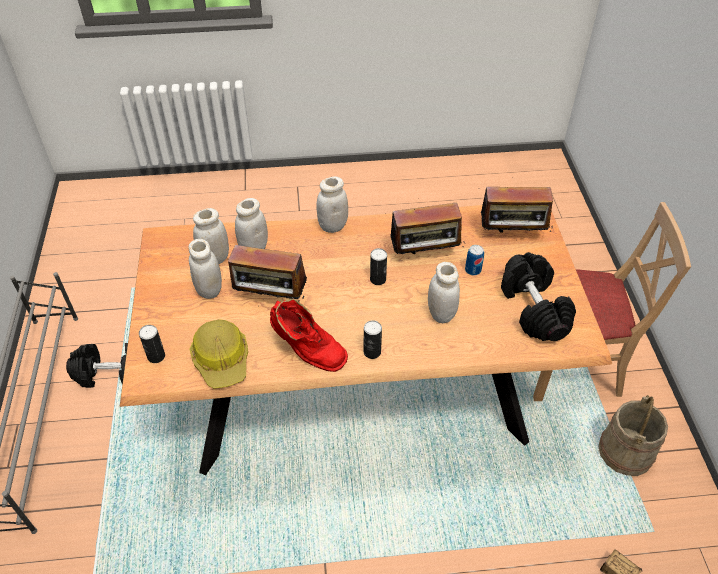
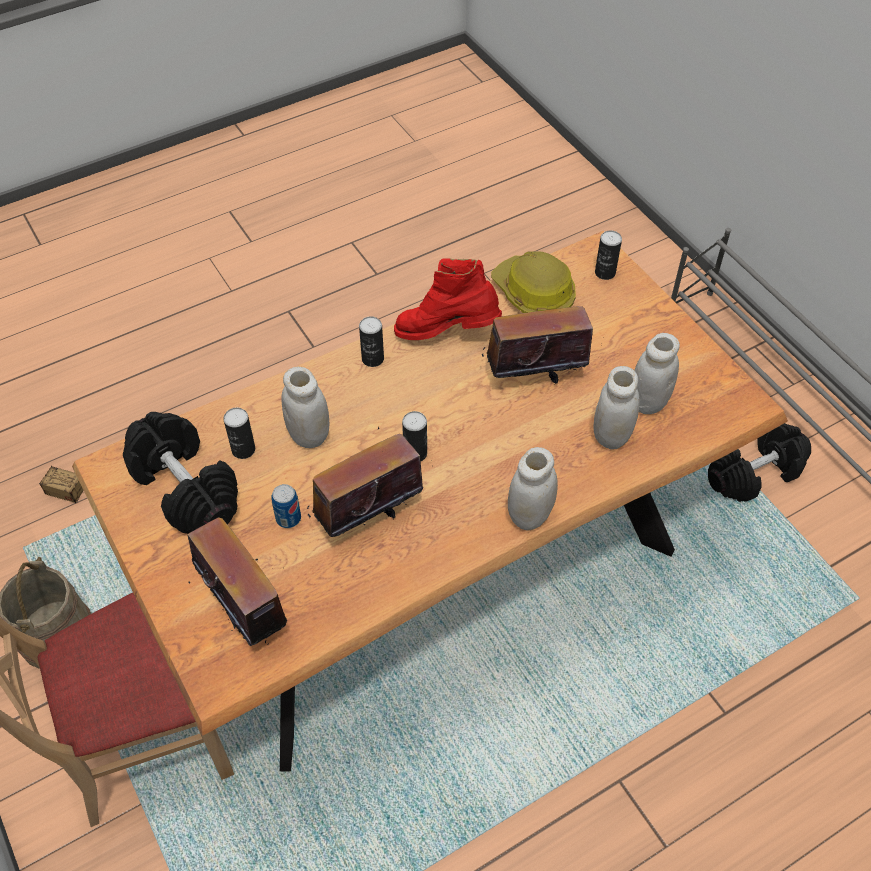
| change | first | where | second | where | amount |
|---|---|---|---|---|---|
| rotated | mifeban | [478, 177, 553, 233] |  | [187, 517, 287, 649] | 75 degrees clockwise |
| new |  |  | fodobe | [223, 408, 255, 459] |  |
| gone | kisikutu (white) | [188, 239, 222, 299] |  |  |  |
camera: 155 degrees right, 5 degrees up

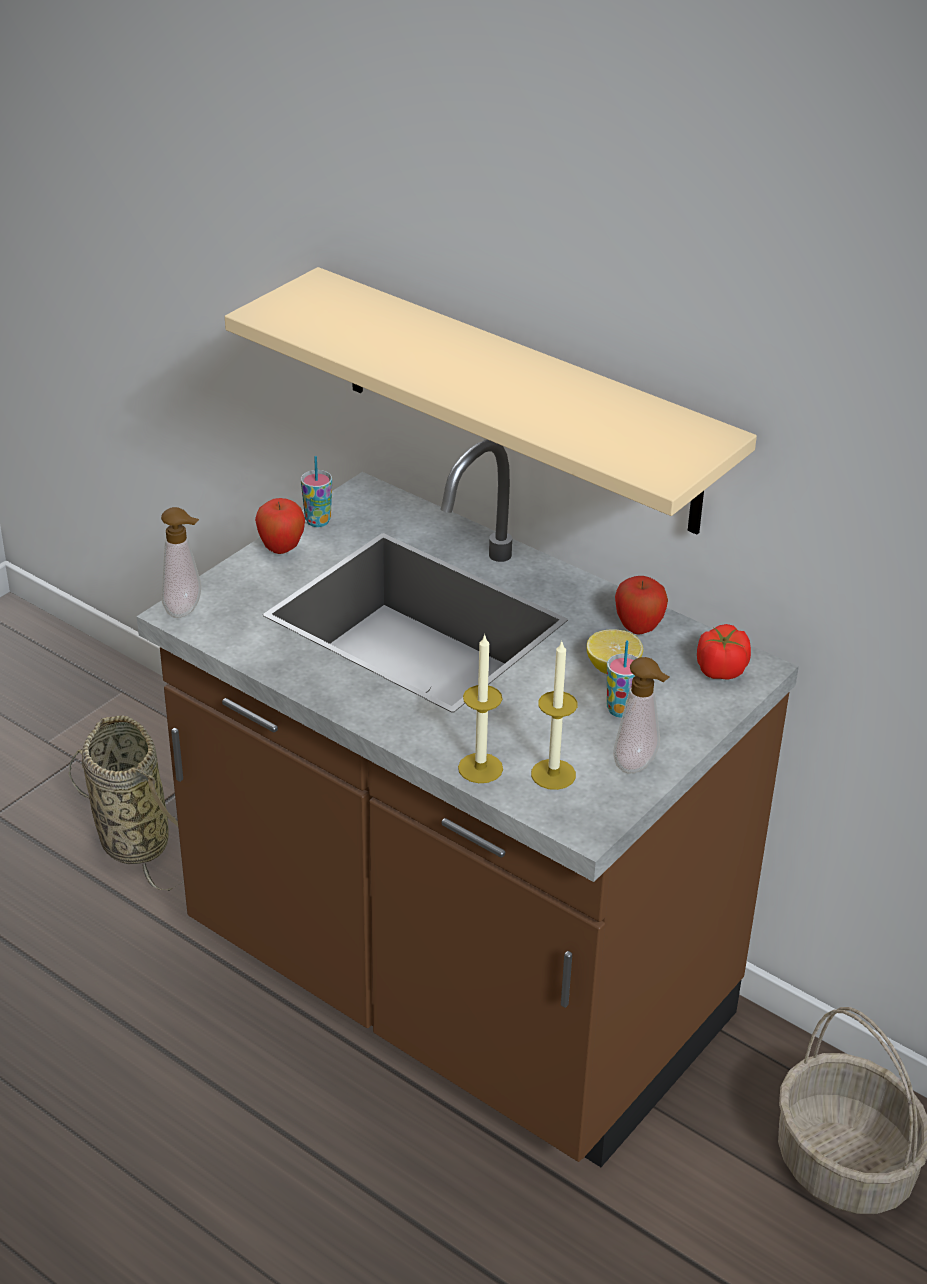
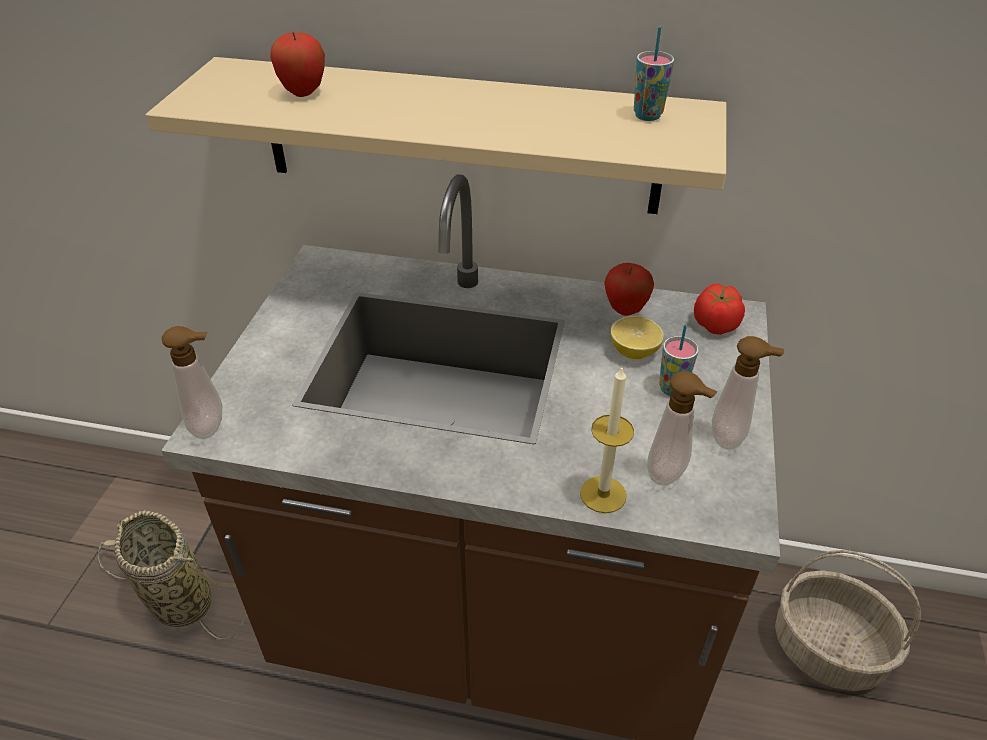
| change | first | where | second | where | amount |
|---|---|---|---|---|---|
| shifted | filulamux | [255, 498, 305, 554] |  | [270, 32, 325, 97] |  |
| shifted | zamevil | [301, 456, 332, 527] |  | [634, 27, 674, 121] |  |
| swapped | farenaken | [531, 642, 577, 790] | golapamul | [647, 371, 718, 486] |  |
camera: 25 degrees left, 5 degrees up

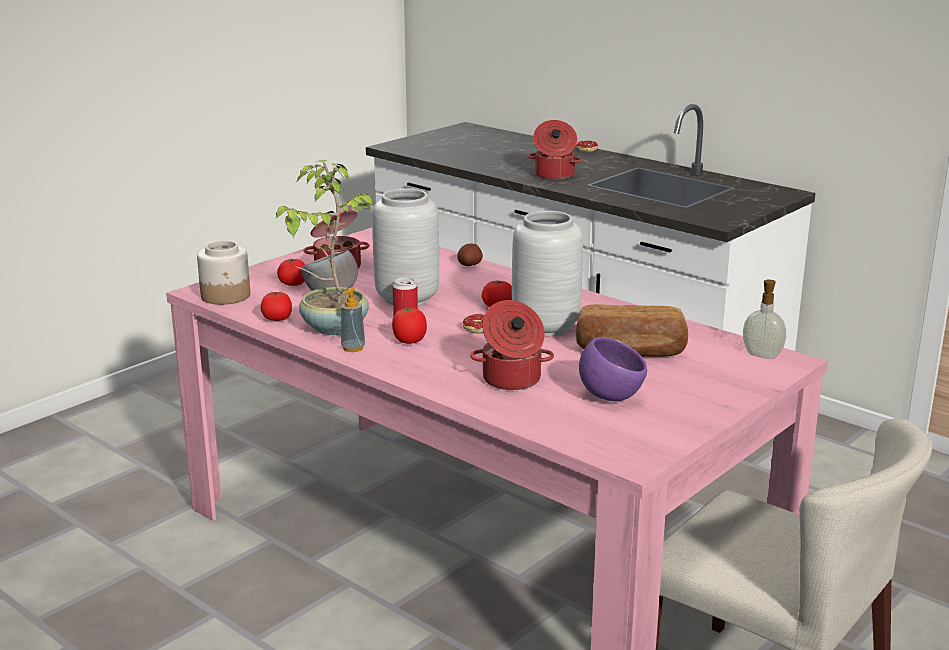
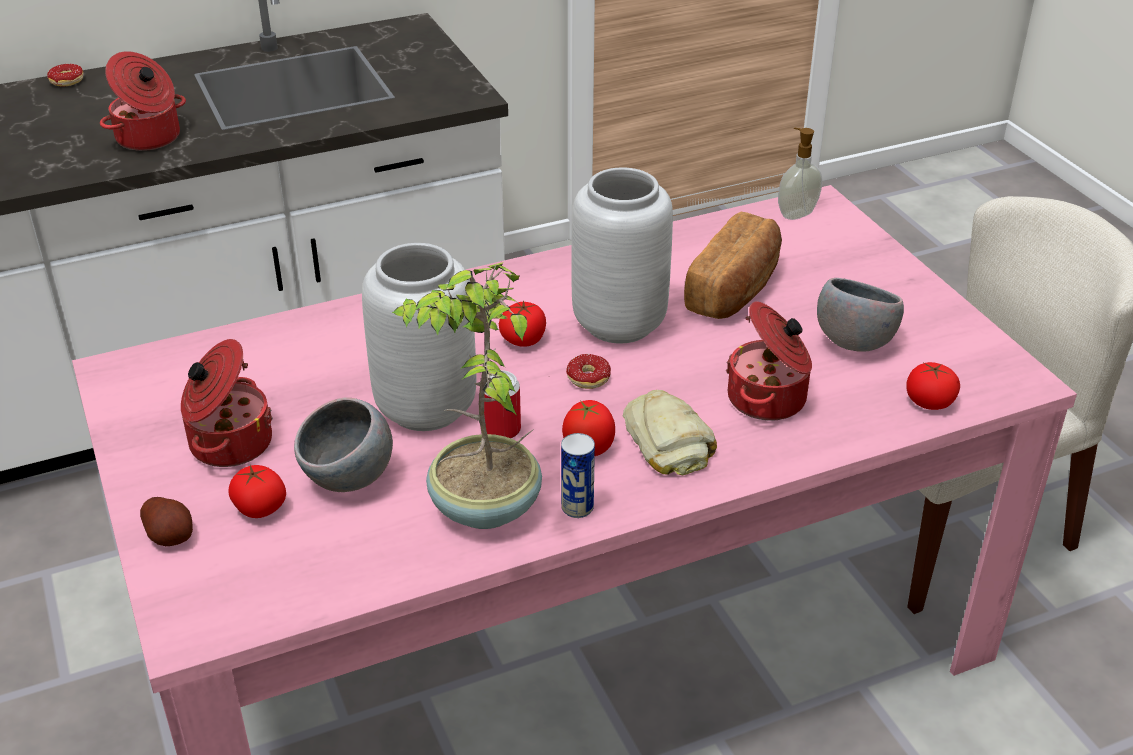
| change | first | where | second | where | amount |
|---|---|---|---|---|---|
| shifted | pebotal | [457, 243, 483, 266] |  | [140, 497, 193, 546] |  |
| swapped | golapamul | [341, 287, 365, 352] | fodobe | [561, 433, 595, 518] |  |
| new |  |  | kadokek | [623, 390, 717, 475] |  |
| repainted | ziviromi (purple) | [579, 337, 647, 401] | ziviromi (grey) | [817, 278, 904, 352] |  |
| shifted | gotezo | [261, 291, 292, 321] |  | [906, 362, 960, 410] |  |
| gone | kisikutu | [197, 241, 250, 305] |  |  |  |
camera: 65 degrees left, 15 degrees up

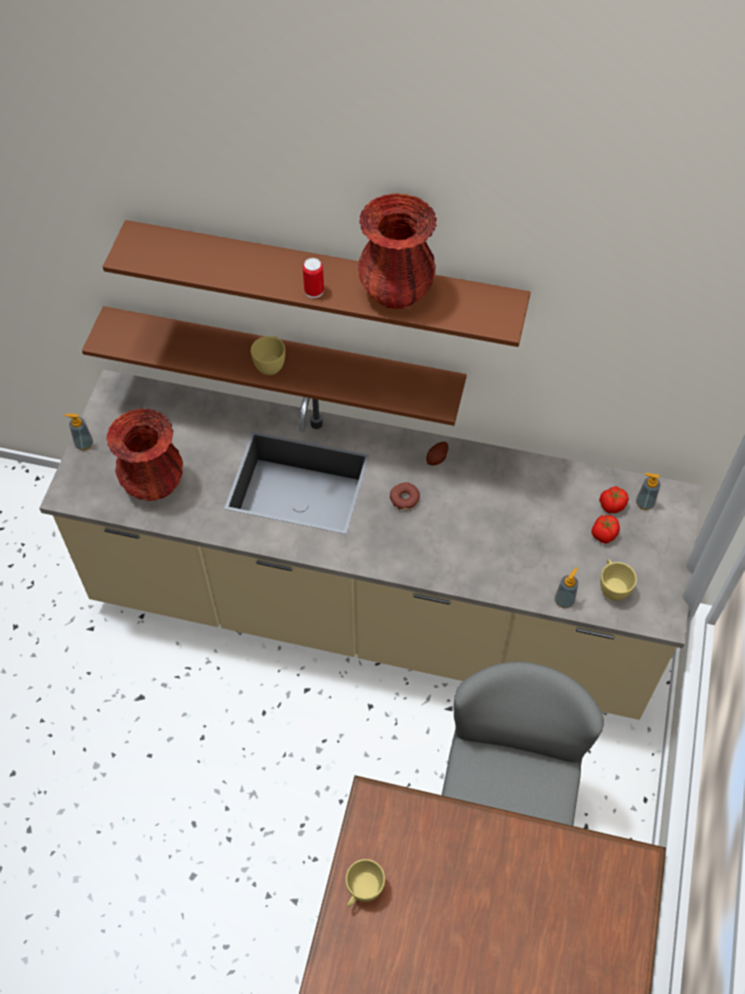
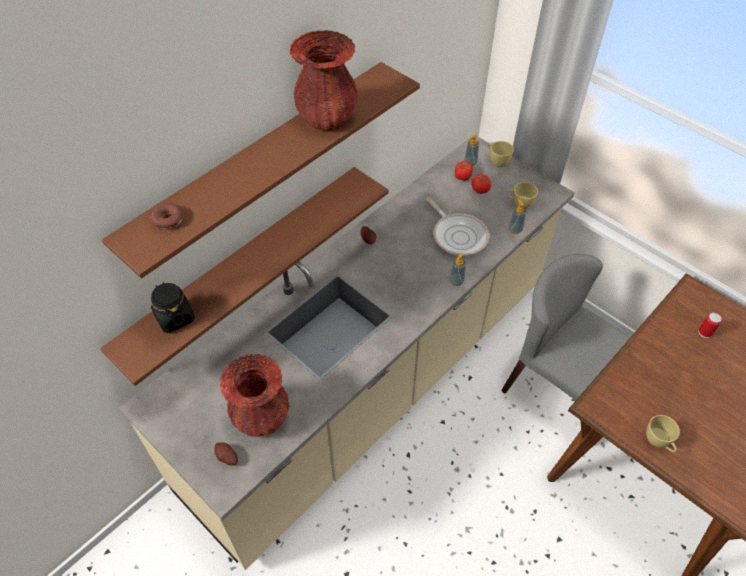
| change | first | where | second | where | amount |
|---|---|---|---|---|---|
| shifted | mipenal | [390, 482, 420, 510] |  | [151, 203, 184, 229] |  |
| new |  |  | kisikutu (black) | [151, 282, 195, 333] |  |
| new |  |  | pebotal | [214, 442, 238, 465] |  |
| new |  |  | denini | [426, 198, 489, 256] |  |
| shifted | golapamul | [64, 414, 93, 450] |  | [449, 253, 466, 286] |  |
| shifted | zamevil (yellow) | [251, 336, 285, 375] |  | [488, 141, 514, 167] |  |
| shifted | fodobe | [303, 258, 324, 298] |  | [698, 313, 722, 338] |  |
camera: 60 degrees left, 5 degrees down

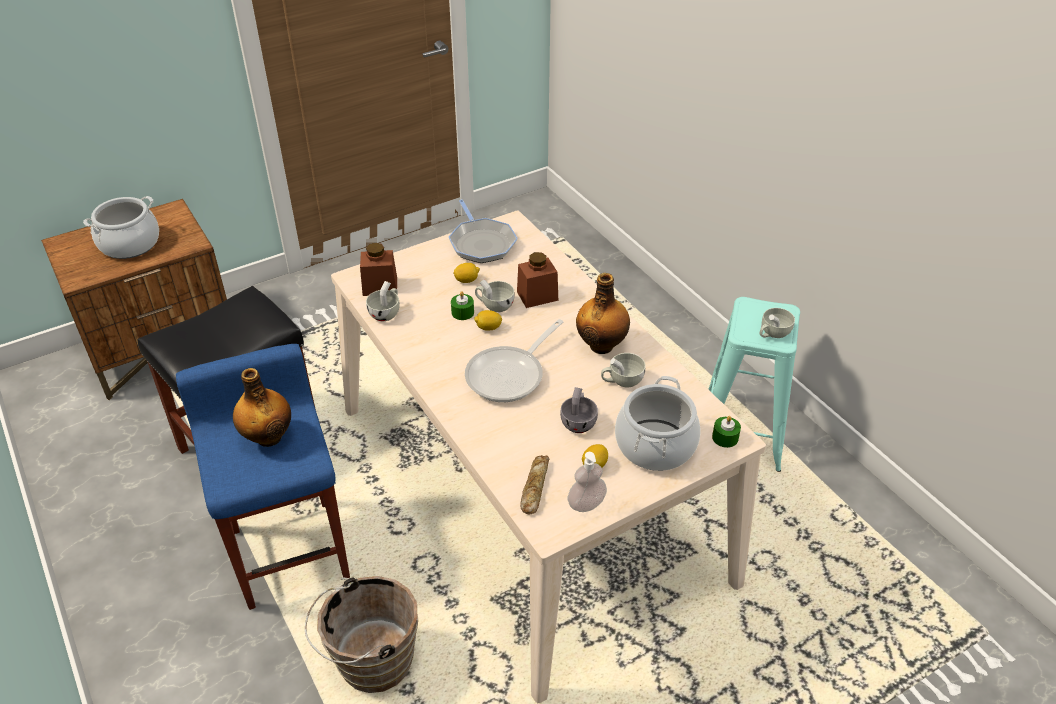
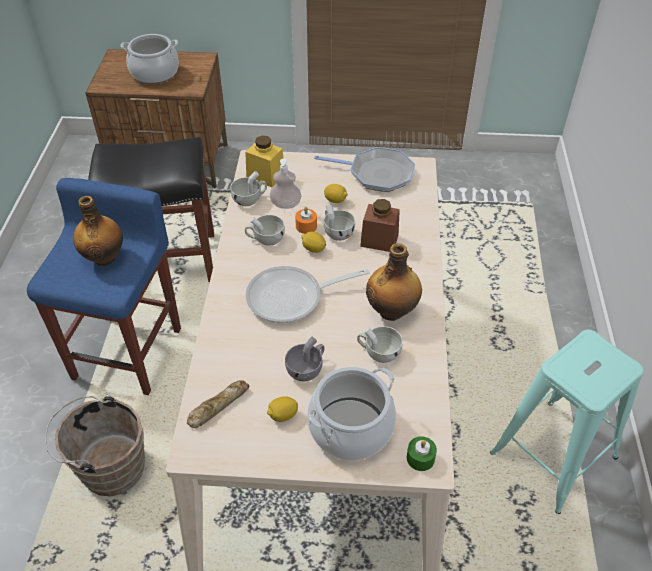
| change | first | where | second | where | amount |
|---|---|---|---|---|---|
| repainted | kisikutu (brown) | [360, 243, 397, 296] | kisikutu (yellow) | [245, 136, 284, 187] |  |
| shifted | zamevil (white) | [760, 308, 795, 338] |  | [245, 215, 285, 246] |  |
| shifted | golapamul | [568, 452, 607, 512] |  | [270, 159, 301, 209] |  |
| repainted | farenaken (green) | [451, 291, 474, 320] | farenaken (orange) | [295, 207, 317, 234] |  |
| rotated | denini | [449, 199, 518, 263] |  | [314, 147, 415, 192] | 90 degrees counterclockwise |
camera: 35 degrees right, 5 degrees up

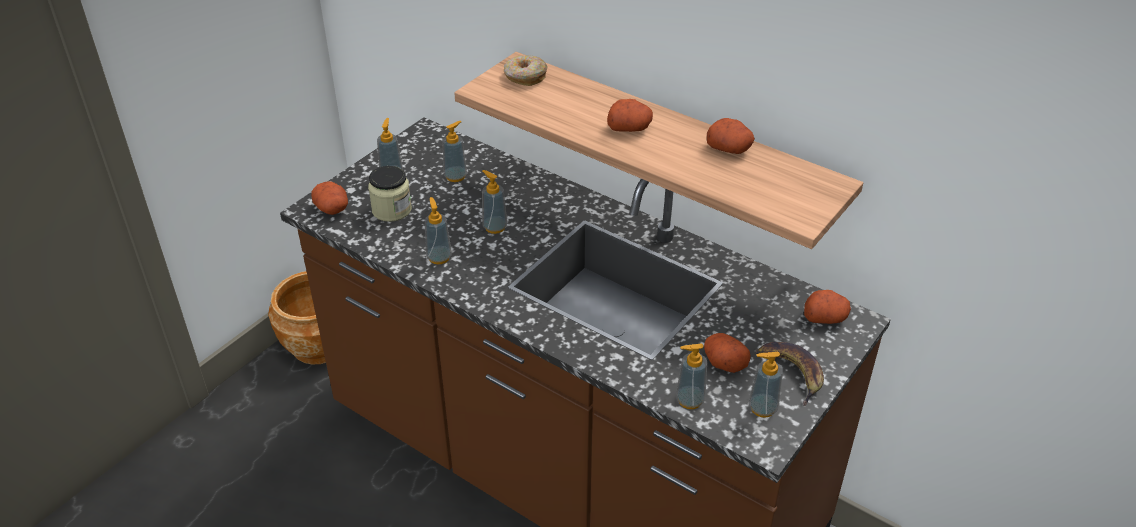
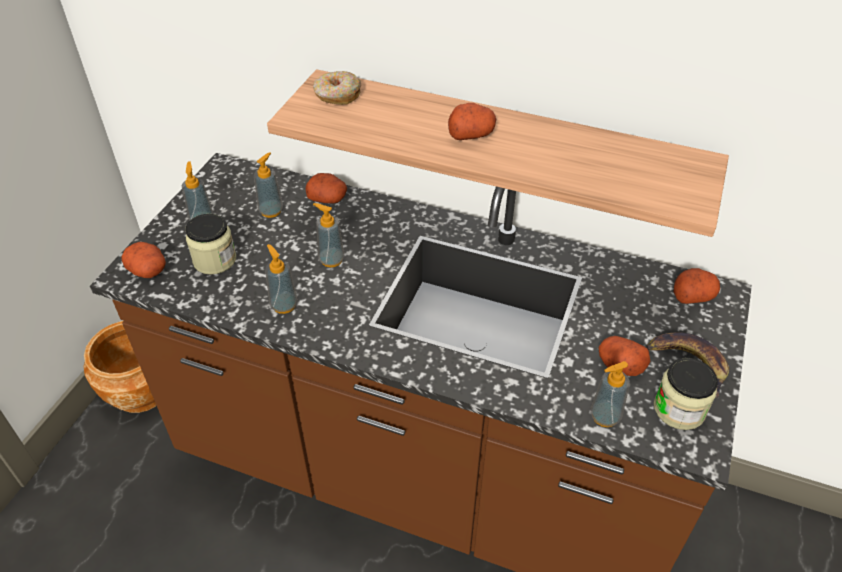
| change | first | where | second | where | amount |
|---|---|---|---|---|---|
| shifted | pebotal | [707, 118, 755, 154] |  | [305, 173, 347, 204] |  |
| swapped | golapamul | [749, 352, 783, 418] | kisikutu | [654, 358, 718, 430] |  |
camera: 15 degrees left, 5 degrees up

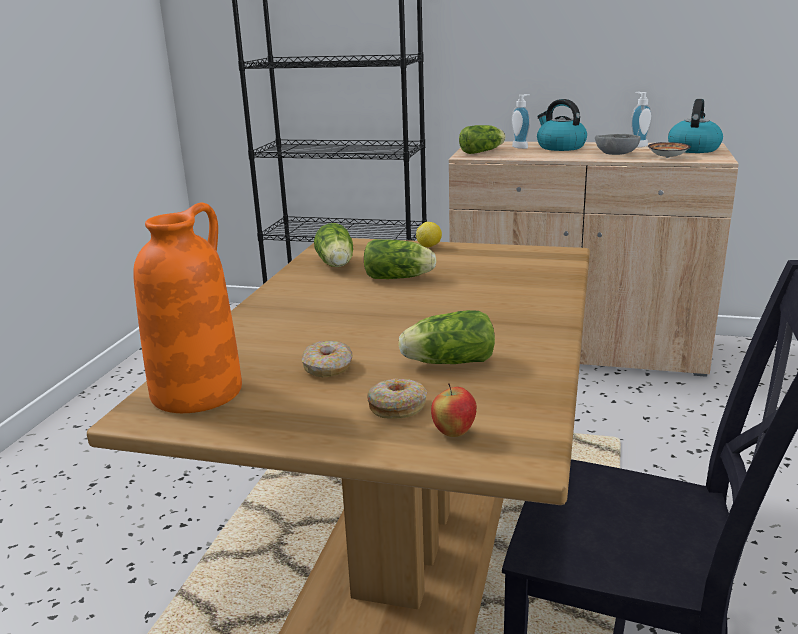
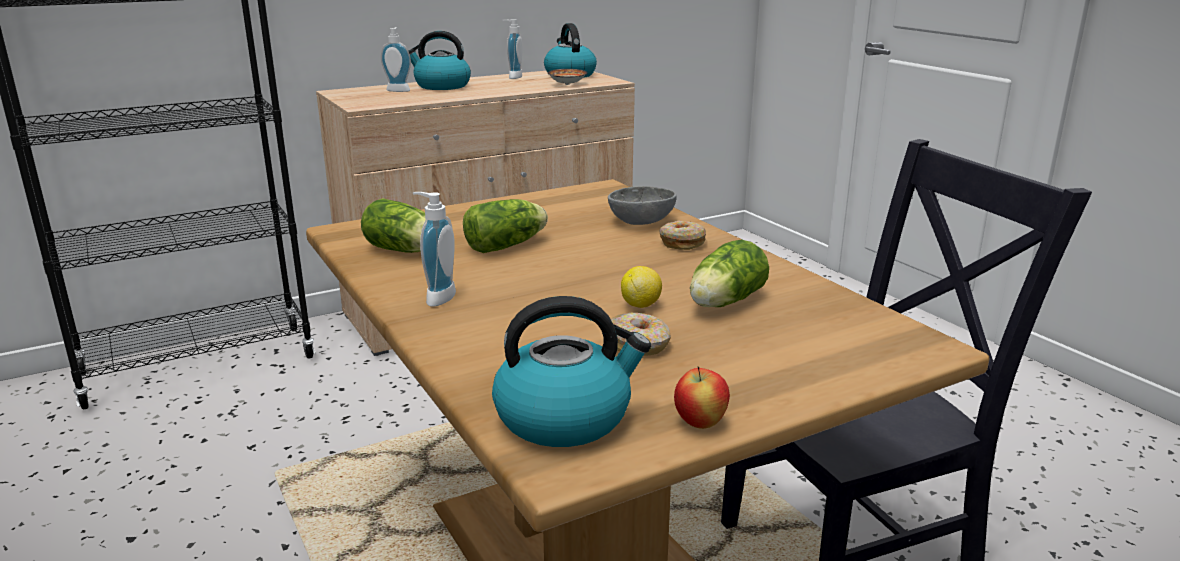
| change | first | where | second | where | amount |
|---|---|---|---|---|---|
| new |  |  | golapamul | [413, 192, 456, 307] |  |
| swapped | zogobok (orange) | [133, 203, 242, 413] | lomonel | [492, 296, 651, 447] |  |
| shifted | ziviromi (grey) | [595, 134, 641, 155] |  | [608, 186, 677, 225] |  |
| shifted | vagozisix | [416, 222, 442, 247] |  | [621, 266, 662, 308] |  |
| shifted | mipenal | [367, 379, 427, 419] |  | [659, 221, 706, 250] |  |
| shifted | filulamux | [431, 383, 477, 437] |  | [674, 366, 730, 429] |  |
| gone | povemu | [459, 125, 506, 154] |  |  |  |
camera: 45 degrees left, 0 degrees up

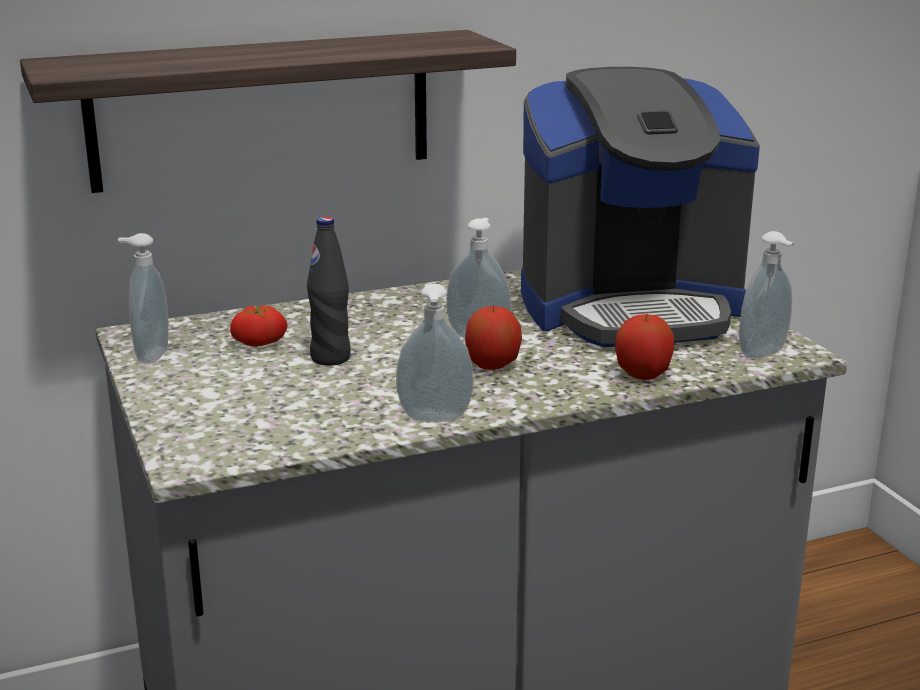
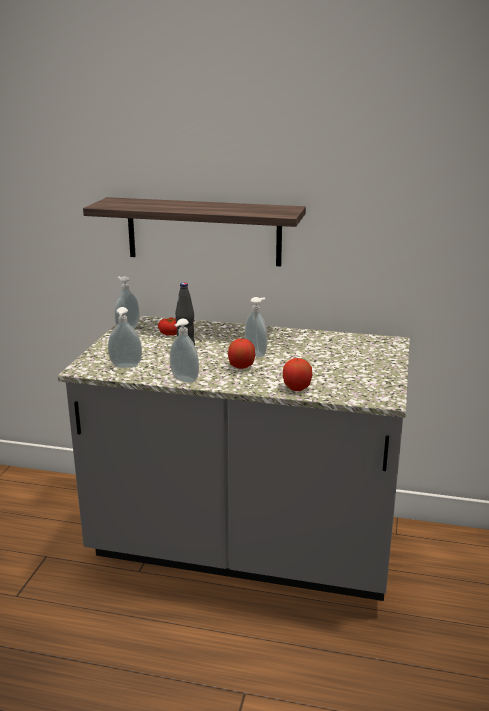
| change | first | where | second | where | amount |
|---|---|---|---|---|---|
| shifted | golapamul | [739, 231, 794, 359] |  | [108, 307, 142, 368] |  |
| gone | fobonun | [521, 67, 760, 347] |  |  |  |
camera: 35 degrees right, 0 degrees up

